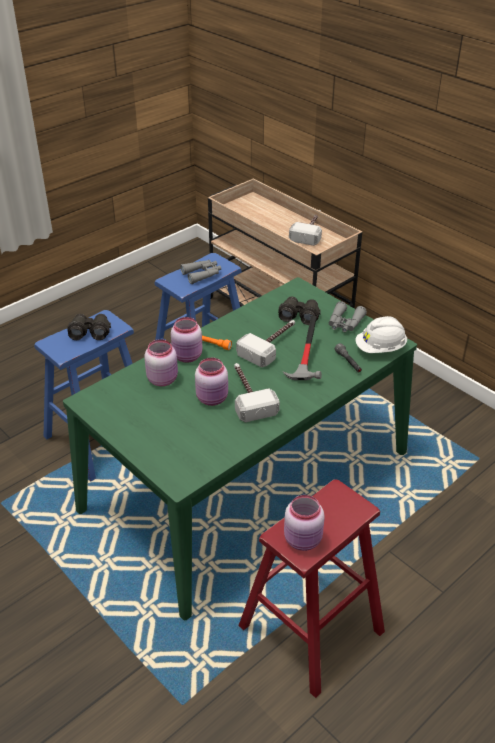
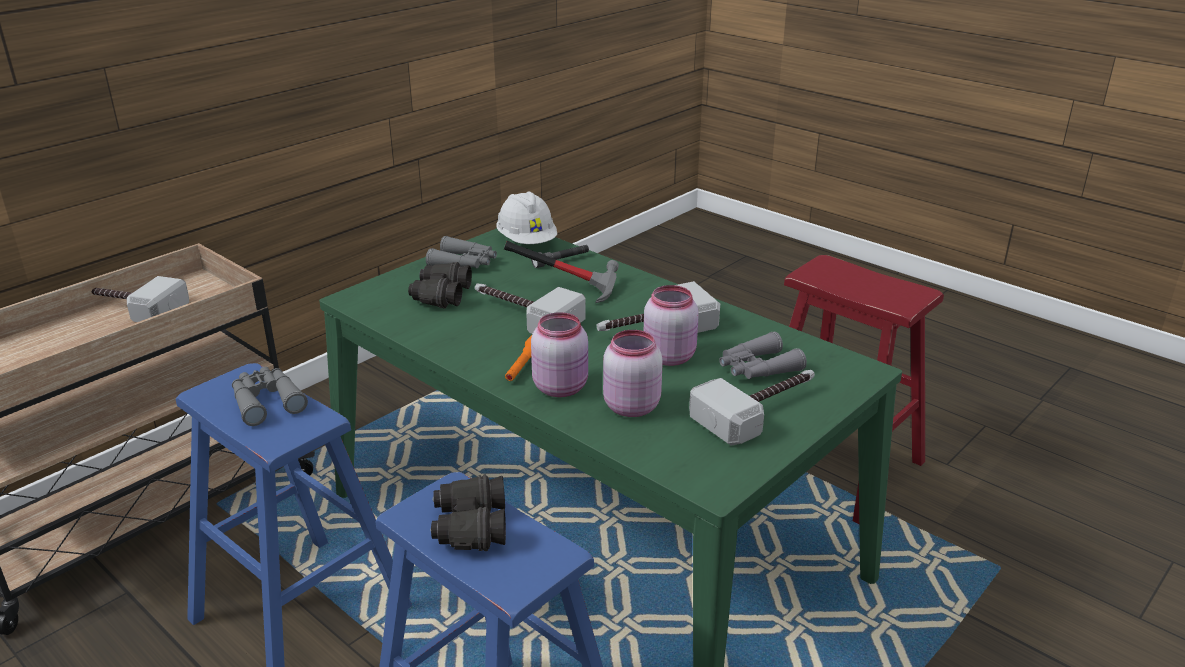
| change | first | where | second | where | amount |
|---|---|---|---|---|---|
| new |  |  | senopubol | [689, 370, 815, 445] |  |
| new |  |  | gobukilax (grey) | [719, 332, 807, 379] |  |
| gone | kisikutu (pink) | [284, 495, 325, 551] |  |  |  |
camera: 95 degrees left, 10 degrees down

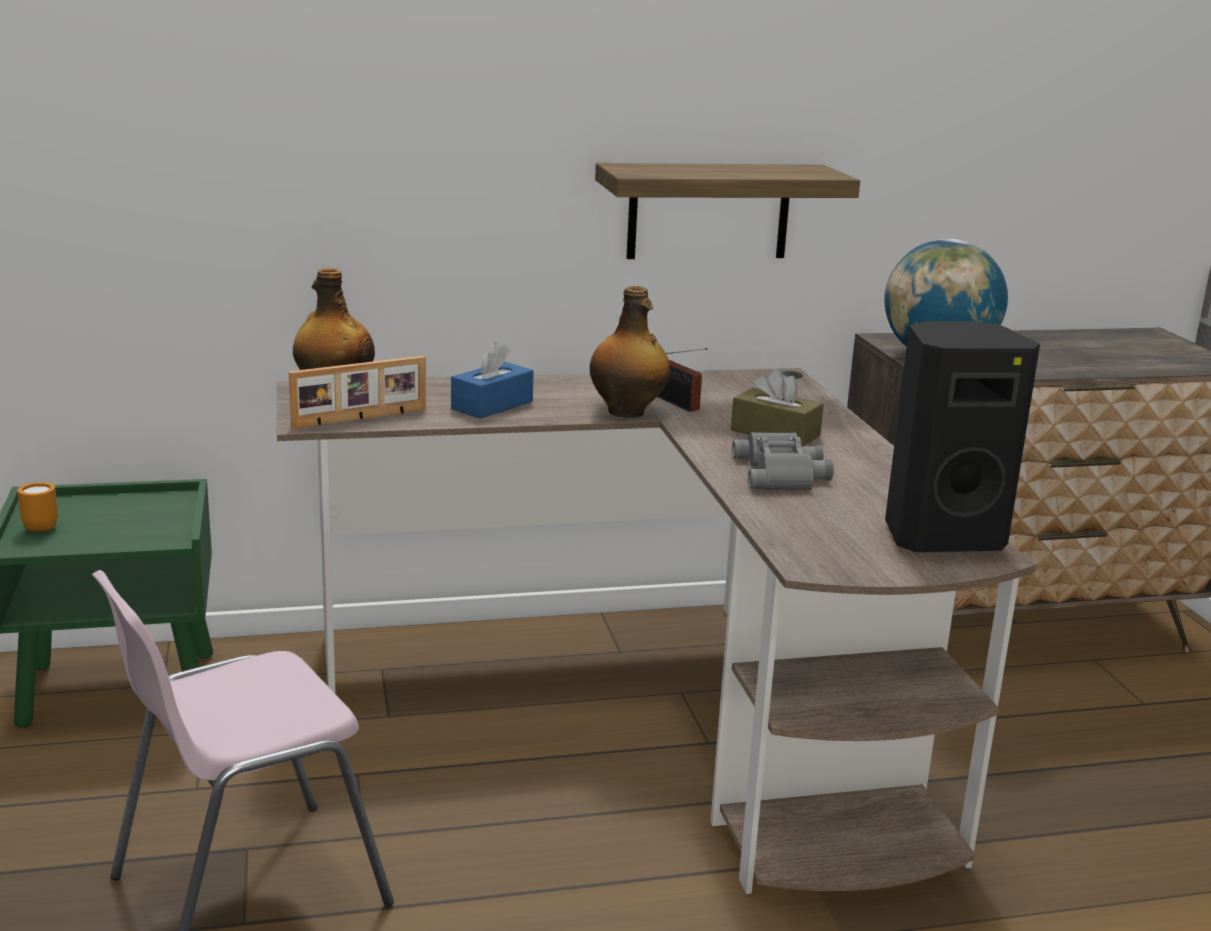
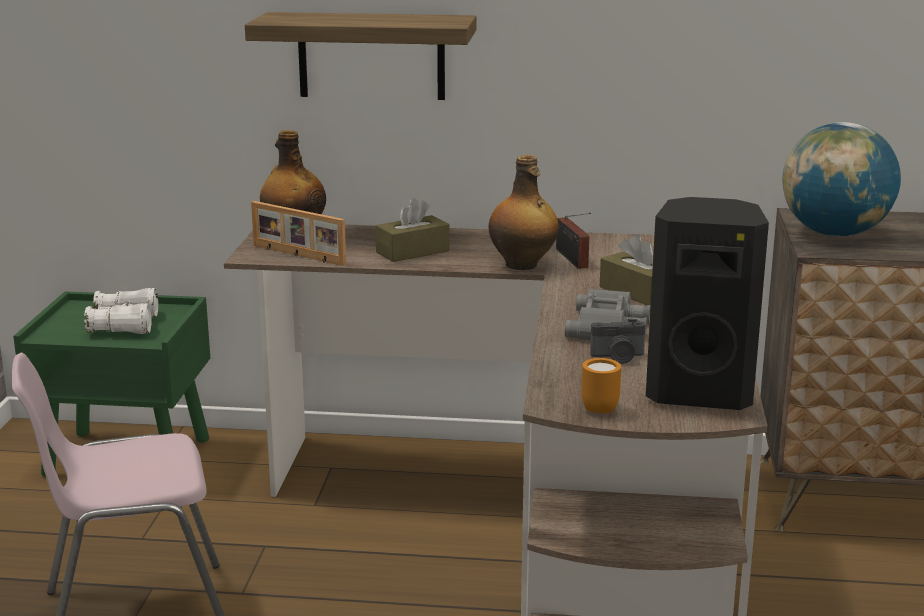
| change | first | where | second | where | amount |
|---|---|---|---|---|---|
| new |  |  | gobukilax (white) | [84, 288, 158, 334] |  |
| shifted | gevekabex | [595, 163, 860, 259] |  | [245, 12, 476, 100] |  |
| rotated | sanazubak | [289, 356, 426, 428] |  | [251, 201, 346, 266] | 45 degrees clockwise |
| repainted | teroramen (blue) | [451, 342, 534, 419] | teroramen (brown) | [375, 198, 450, 262] |  |
| shifted | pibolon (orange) | [18, 482, 58, 531] |  | [581, 358, 621, 413] |  |
| new |  |  | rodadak | [590, 319, 645, 364] |  |
camera: 20 degrees right, 0 degrees up

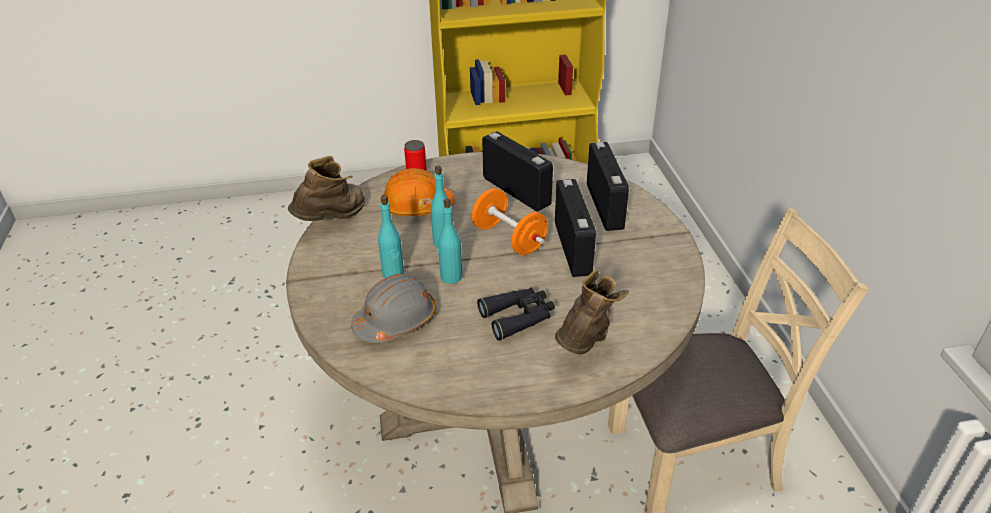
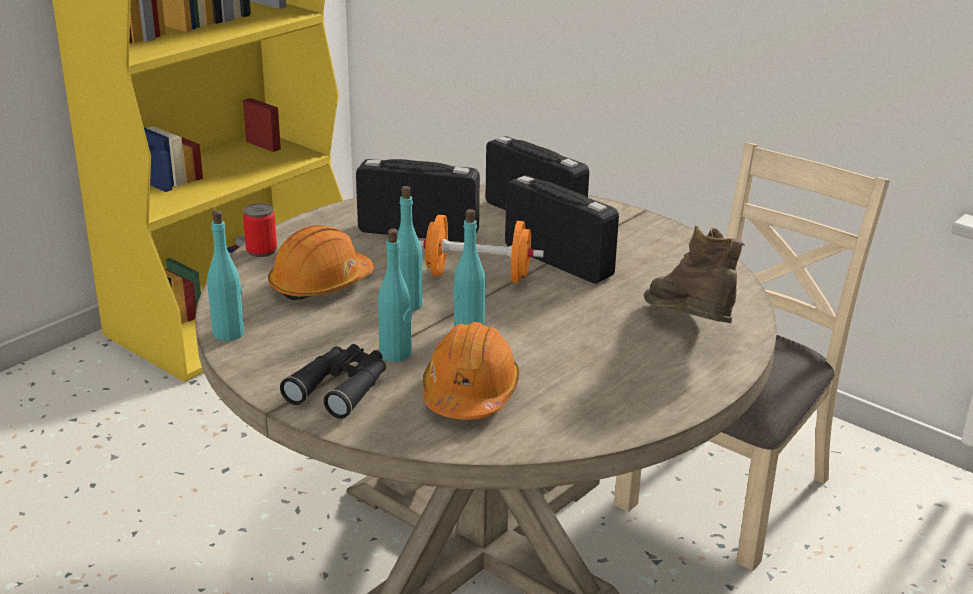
| change | first | where | second | where | amount |
|---|---|---|---|---|---|
| swapped | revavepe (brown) | [288, 156, 365, 221] | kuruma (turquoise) | [207, 210, 244, 341] |  |
| shifted | gobukilax (black) | [477, 288, 555, 341] |  | [280, 344, 386, 419] |  |
| repainted | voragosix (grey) | [351, 274, 436, 343] | voragosix (orange) | [423, 322, 520, 420] |  |
camera: 40 degrees left, 10 degrees down

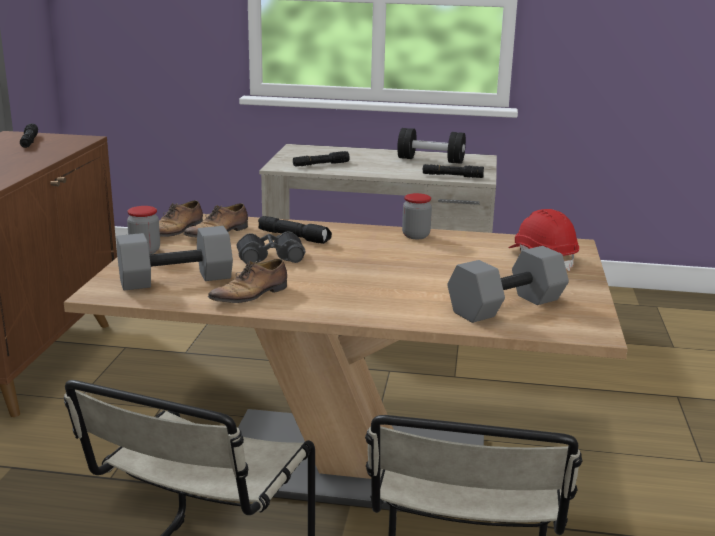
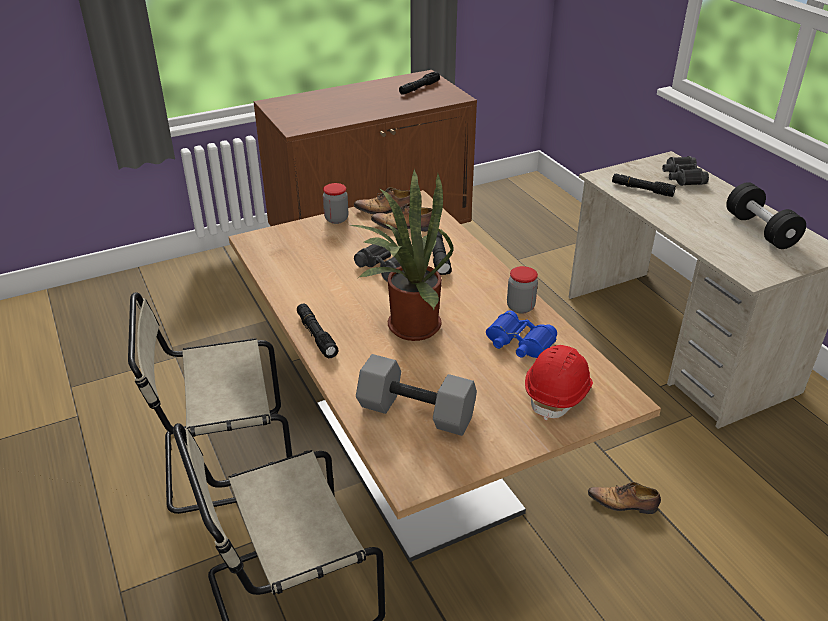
| change | first | where | second | where | amount |
|---|---|---|---|---|---|
| shifted | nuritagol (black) | [422, 164, 484, 178] |  | [297, 303, 338, 358] |  |
| new |  |  | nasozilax | [350, 169, 454, 341] |  |
| new |  |  | gobukilax (blue) | [486, 310, 557, 358] |  |
| shifted | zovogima | [208, 259, 287, 303] |  | [588, 482, 661, 514] |  |
| new |  |  | gobukilax (black) | [662, 156, 709, 186] |  |
| gone | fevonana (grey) | [116, 226, 233, 291] |  |  |  |
camera: 55 degrees right, 15 degrees up

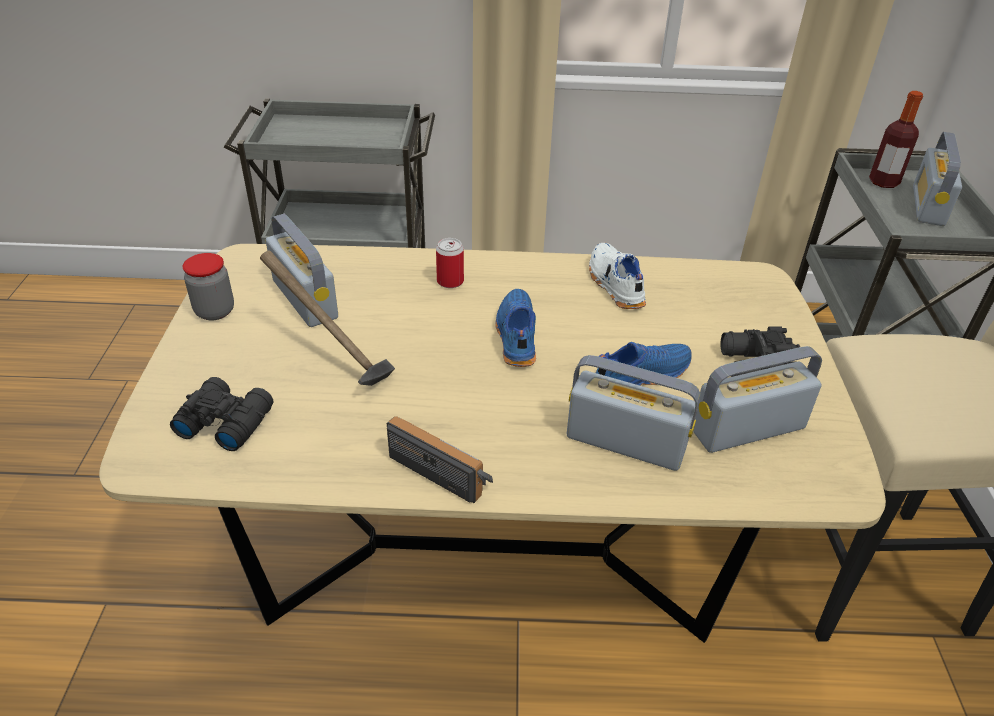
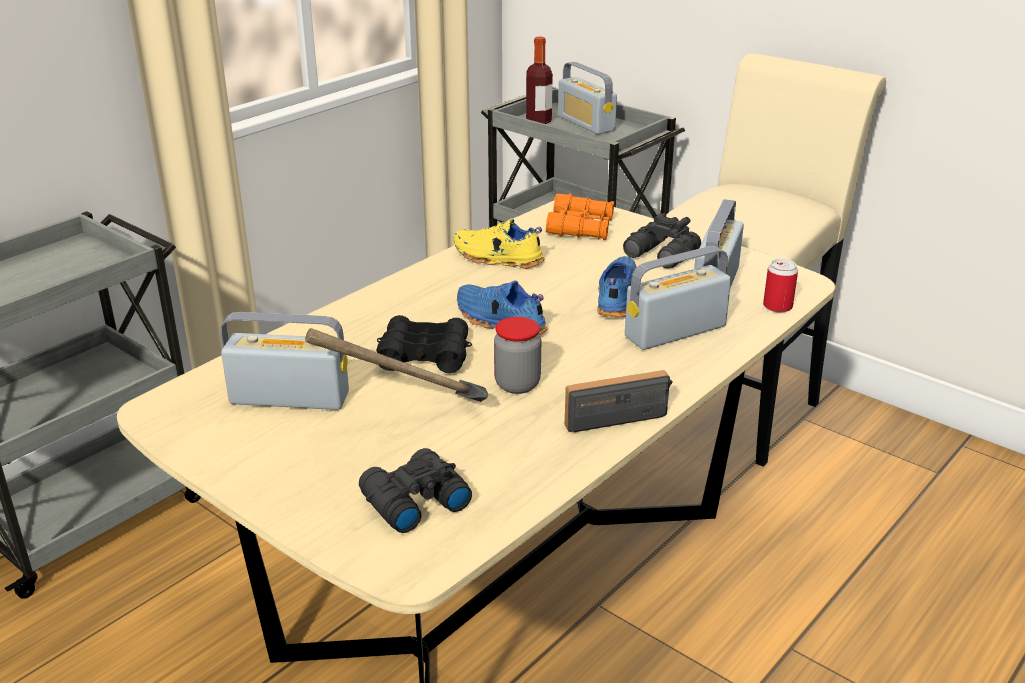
| change | first | where | second | where | amount |
|---|---|---|---|---|---|
| new |  |  | gobukilax (black) | [376, 315, 472, 373] |  |
| repainted | zovogima (white) | [589, 243, 646, 309] | zovogima (yellow) | [454, 218, 545, 269] |  |
| shifted | kisikutu | [183, 253, 234, 321] |  | [494, 317, 541, 394] |  |
| new |  |  | gobukilax (orange) | [546, 193, 614, 240] |  |
| shifted | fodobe | [436, 238, 464, 288] |  | [763, 259, 798, 313] |  |
camera: 50 degrees left, 10 degrees down

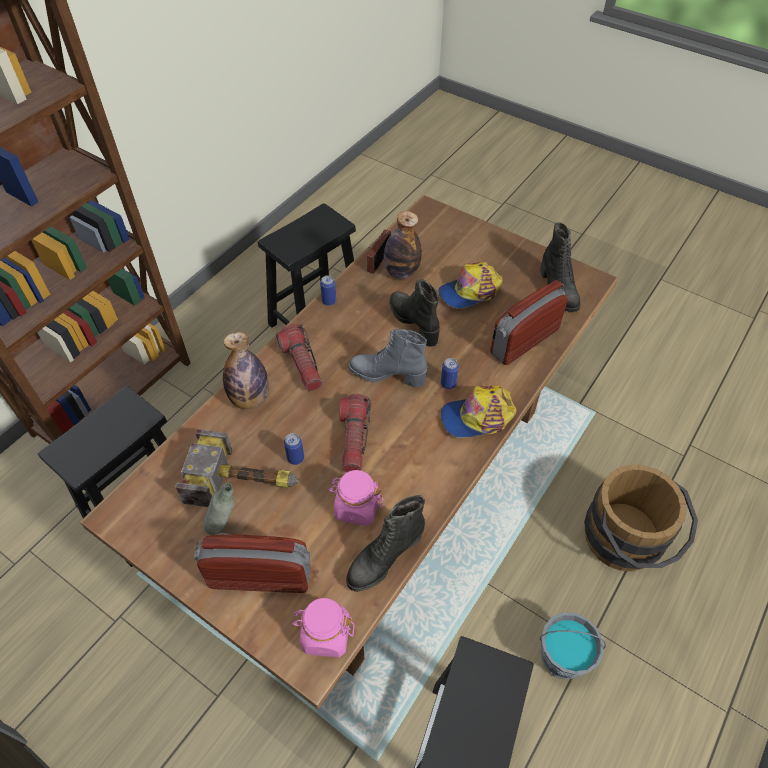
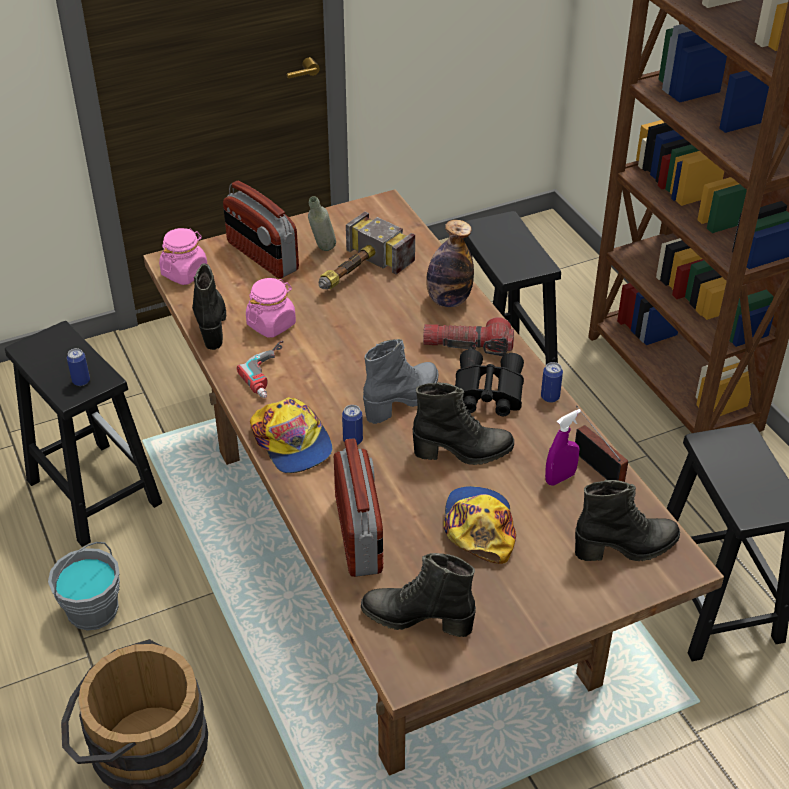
| change | first | where | second | where | amount |
|---|---|---|---|---|---|
| shifted | fodobe | [284, 433, 304, 465] |  | [67, 348, 90, 386] |  |
| rotated | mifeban | [194, 533, 310, 593] |  | [223, 181, 299, 279] | 105 degrees clockwise |
| new |  |  | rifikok | [237, 341, 284, 398] |  |
| rotated | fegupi | [441, 385, 517, 438] |  | [250, 397, 333, 473] | 135 degrees clockwise |
| new |  |  | gobukilax (black) | [455, 349, 524, 416] |  |
| swapped | kuruma | [384, 211, 422, 279] | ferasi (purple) | [545, 409, 581, 485] |  |
| new |  |  | revavepe (black) | [575, 479, 680, 561] |  |
| gone | nuritagol | [339, 394, 371, 472] |  |  |  |
camera: 120 degrees right, 10 degrees down

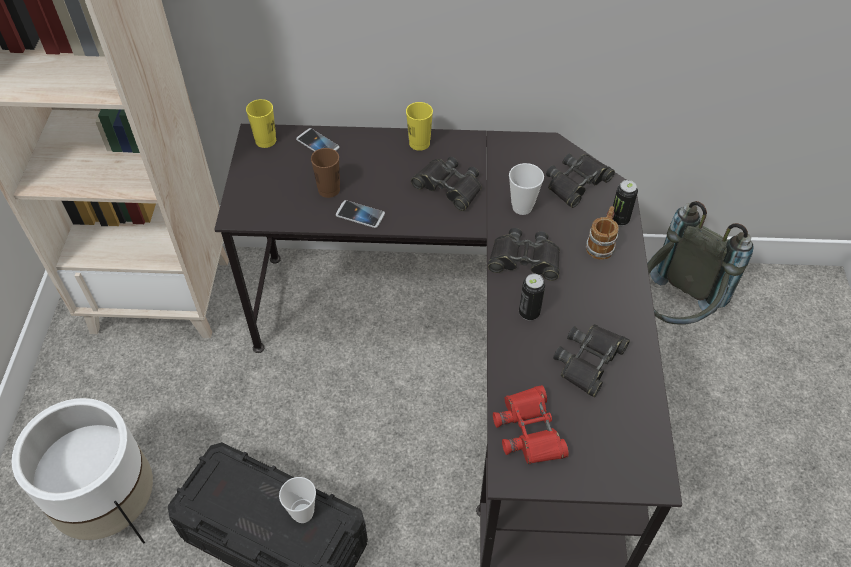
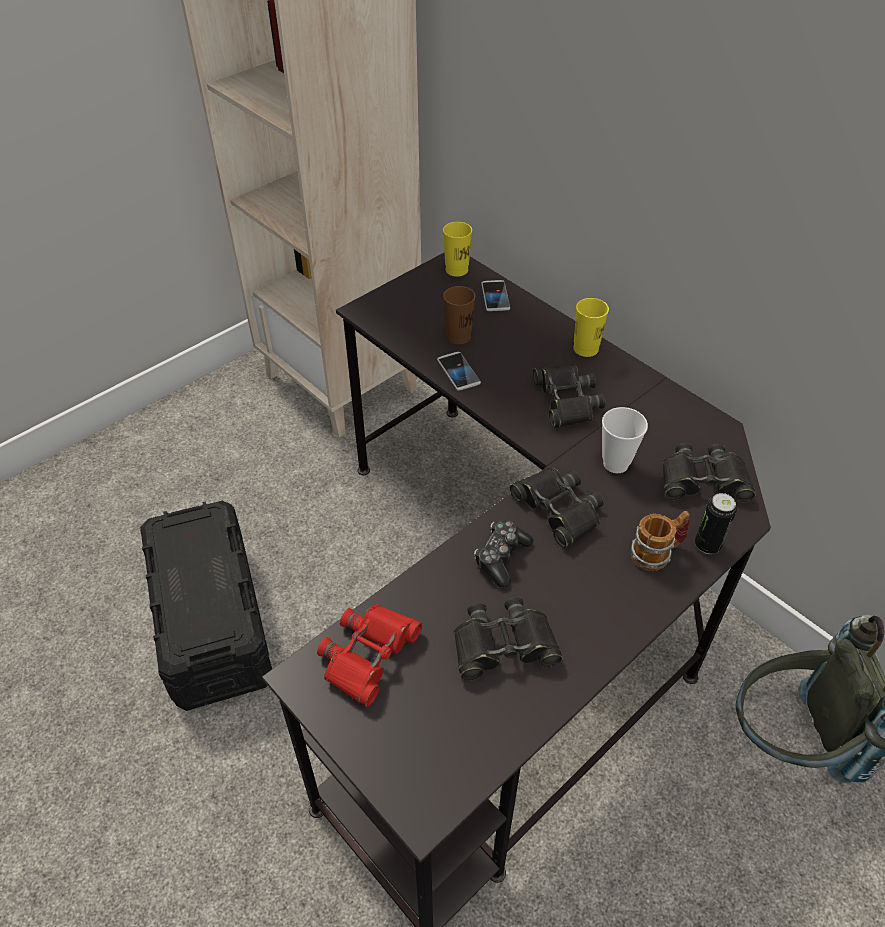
| change | first | where | second | where | amount |
|---|---|---|---|---|---|
| swapped | fodobe | [519, 274, 545, 320] | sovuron | [474, 520, 534, 588] |  |
| gone | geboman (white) | [12, 398, 153, 544] |  |  |  |
| gone | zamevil | [279, 477, 316, 523] |  |  |  |
camera: 45 degrees right, 5 degrees down

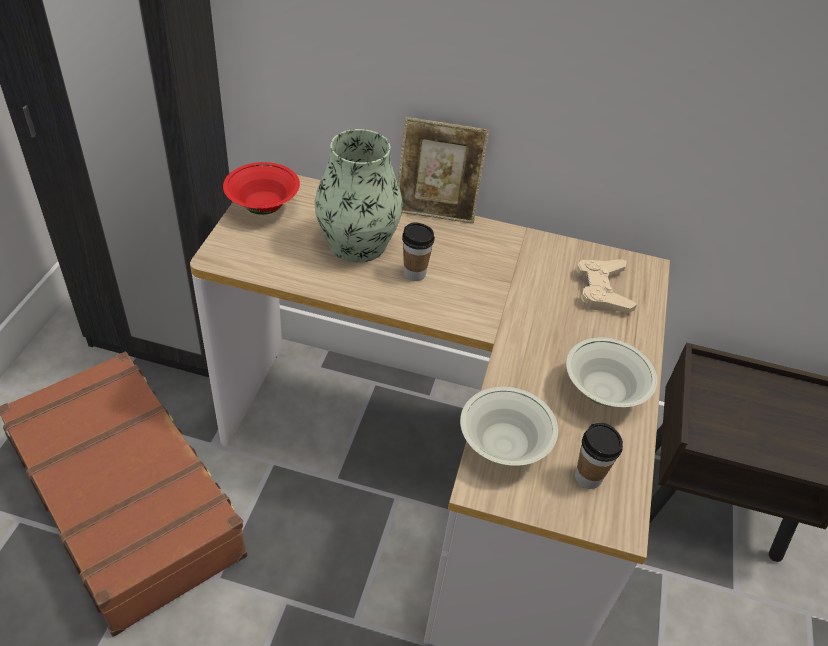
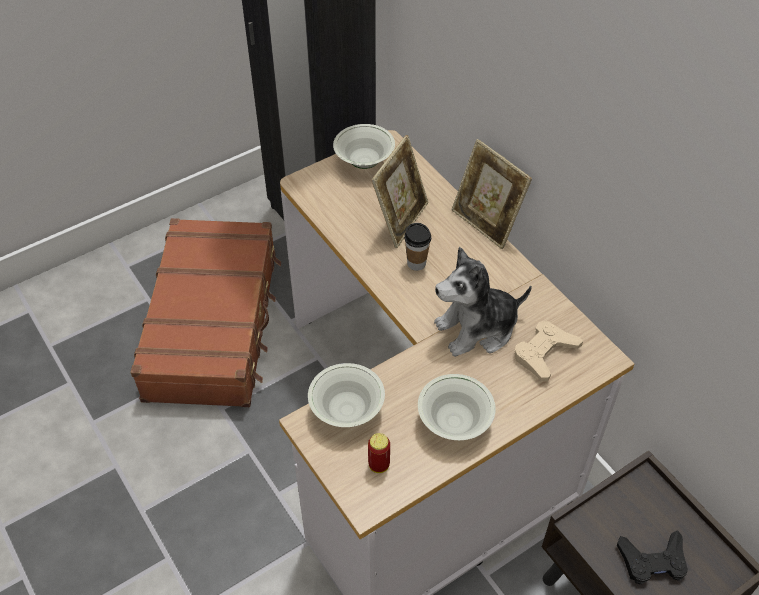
| change | first | where | second | where | amount |
|---|---|---|---|---|---|
| repainted | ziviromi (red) | [223, 162, 300, 215] | ziviromi (white) | [333, 124, 395, 169] |  |
| swapped | zamevil | [575, 423, 623, 489] | fodobe | [368, 433, 390, 473] |  |
| swapped | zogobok | [314, 129, 403, 263] | sanazubak | [372, 135, 428, 248] |  |
| new |  |  | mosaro | [434, 247, 532, 357] |  |
| new |  |  | sovuron (black) | [617, 530, 688, 584] |  |
camera: 45 degrees right, 5 degrees up

